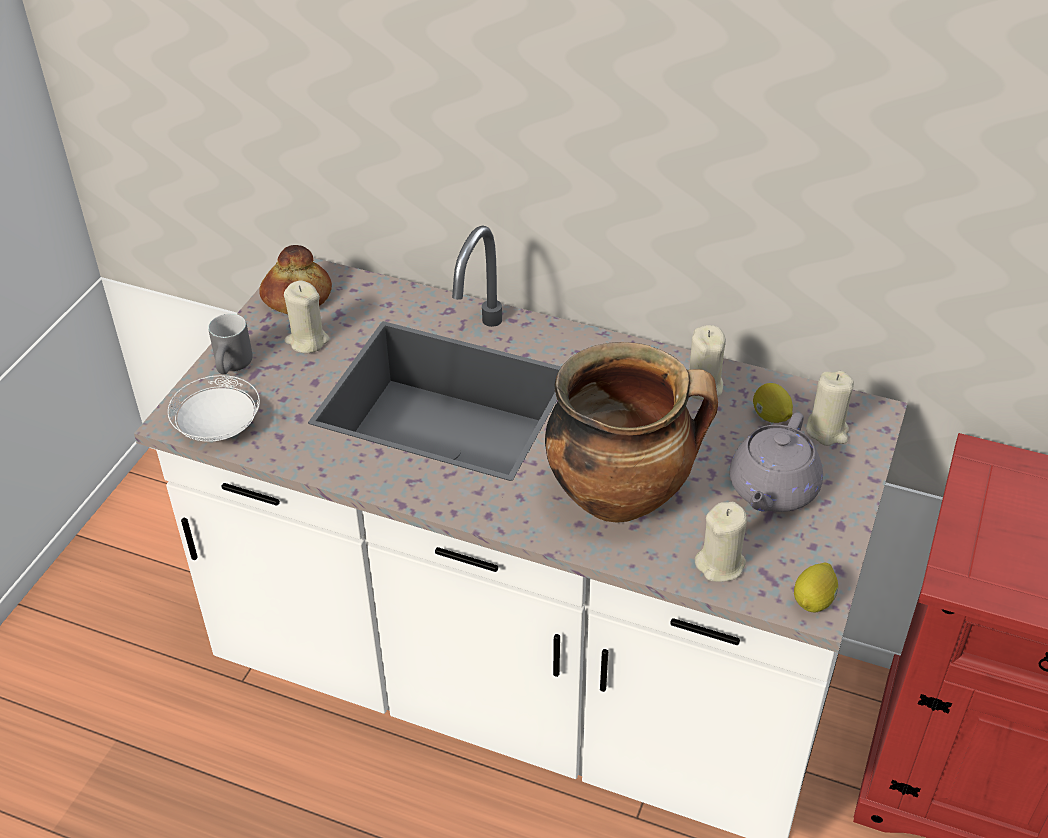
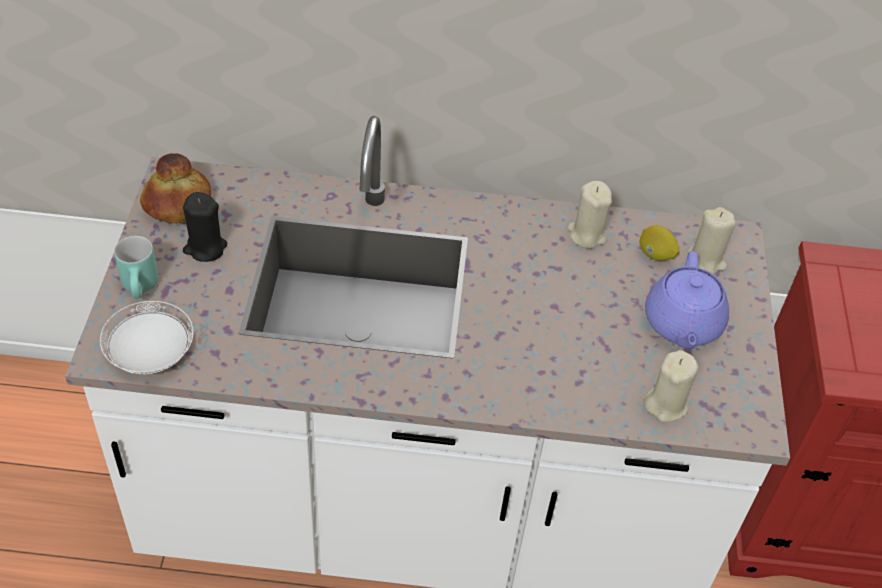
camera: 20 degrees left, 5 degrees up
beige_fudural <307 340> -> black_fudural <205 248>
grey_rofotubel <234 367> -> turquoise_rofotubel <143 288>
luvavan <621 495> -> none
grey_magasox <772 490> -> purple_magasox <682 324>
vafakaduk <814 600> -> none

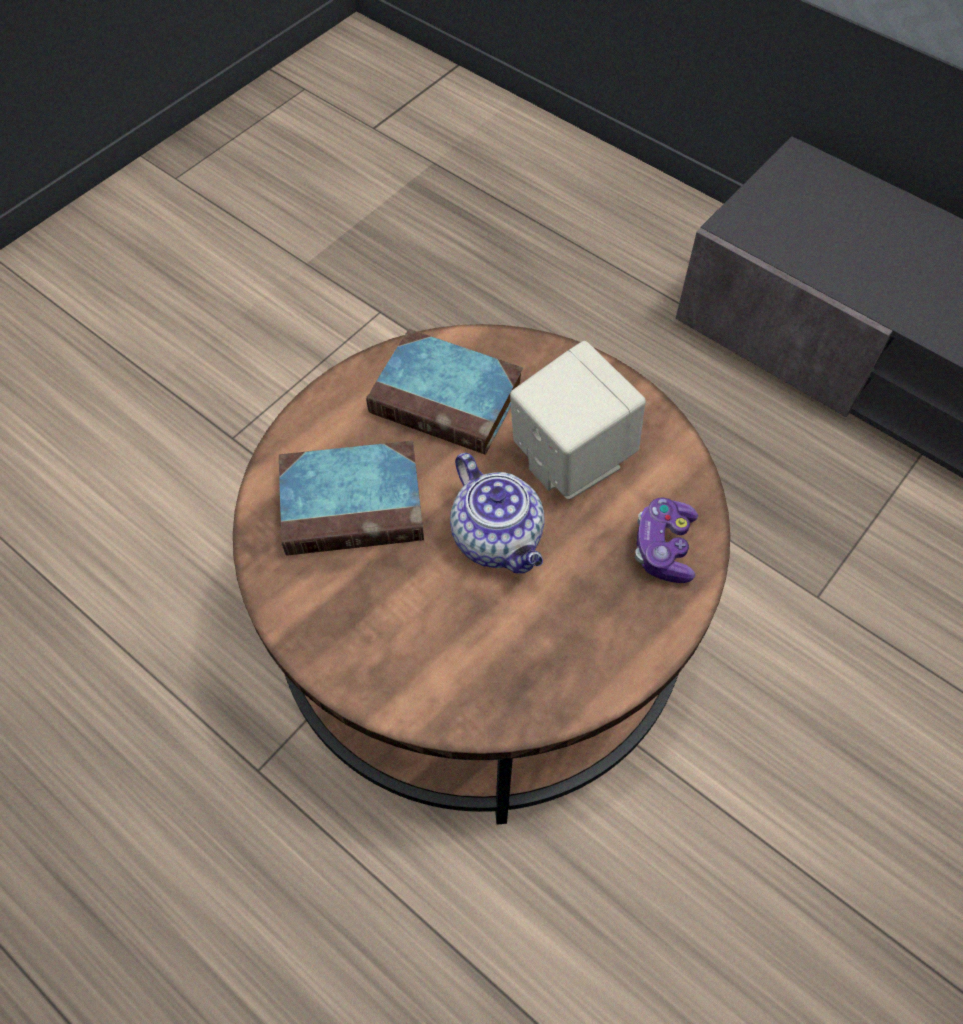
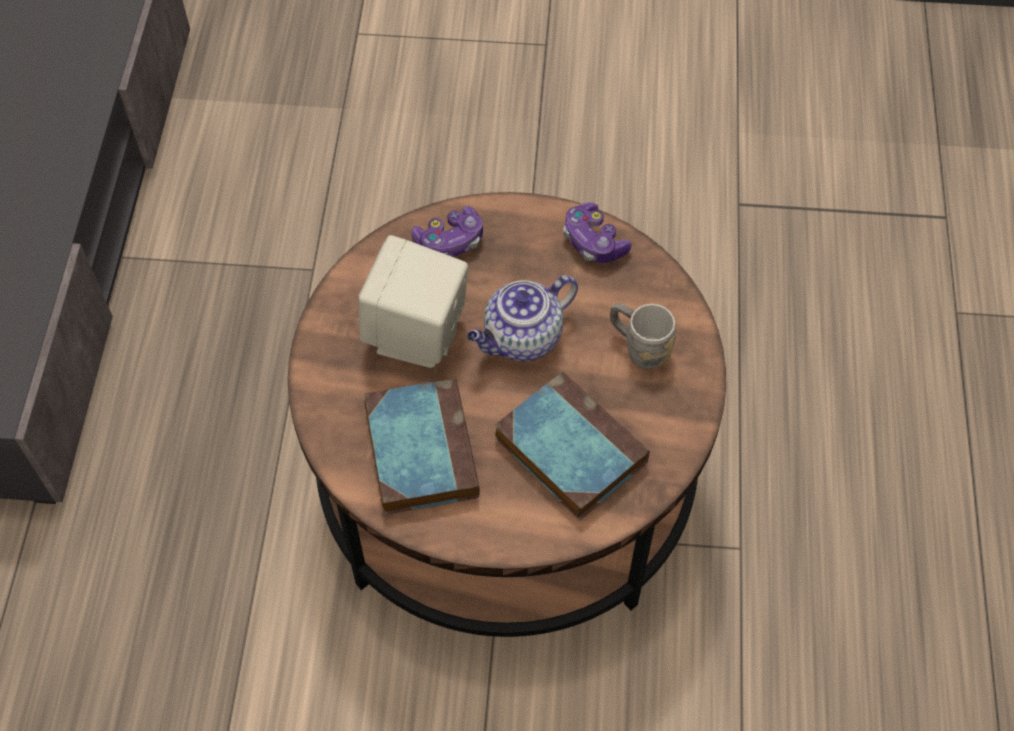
camera: 125 degrees left, 0 degrees up
magasox <499 539> -> magasox <522 339>, 150 degrees counterclockwise
none -> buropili <593 242>
none -> grey_rofotubel <639 347>

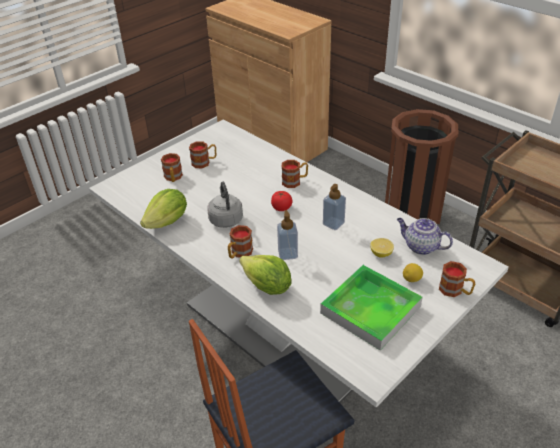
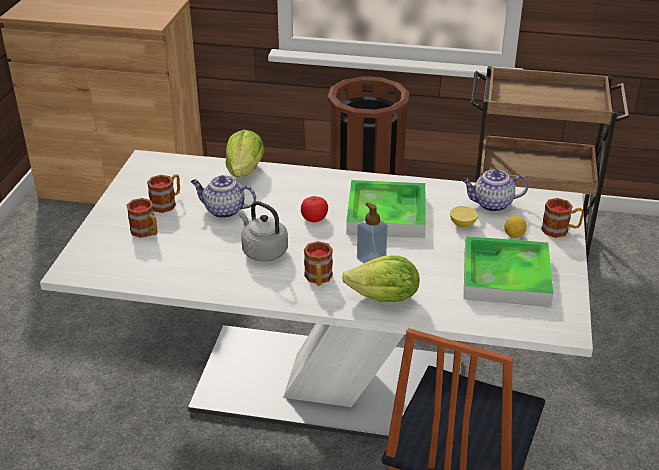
camera: 35 degrees left, 5 degrees down
rofotubel <295 181> -> none
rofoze <333 223> -> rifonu <386 214>
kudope <168 222> -> kudope <245 171>, move
none -> magasox <223 210>

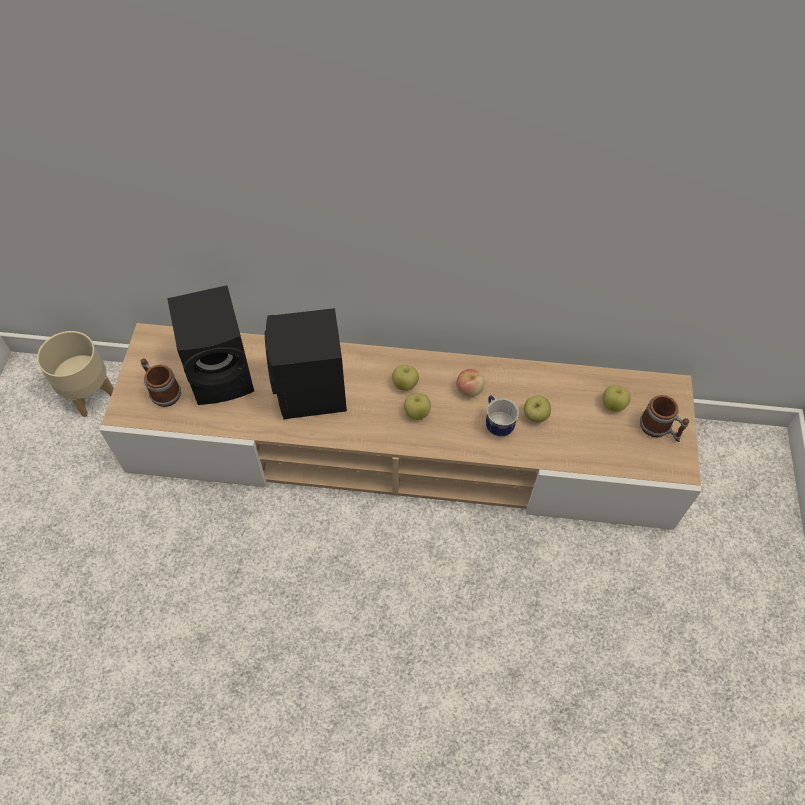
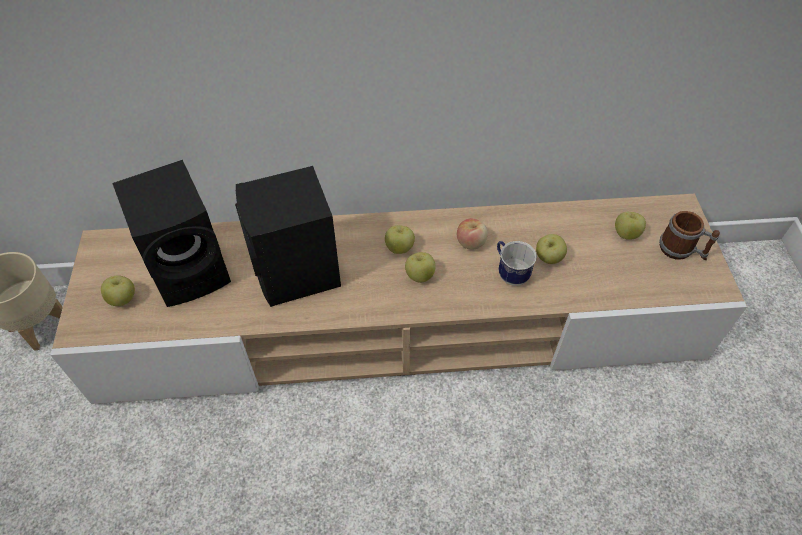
camera: 10 degrees left, 5 degrees down
rofotubel <162 391> -> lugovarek <123 299>

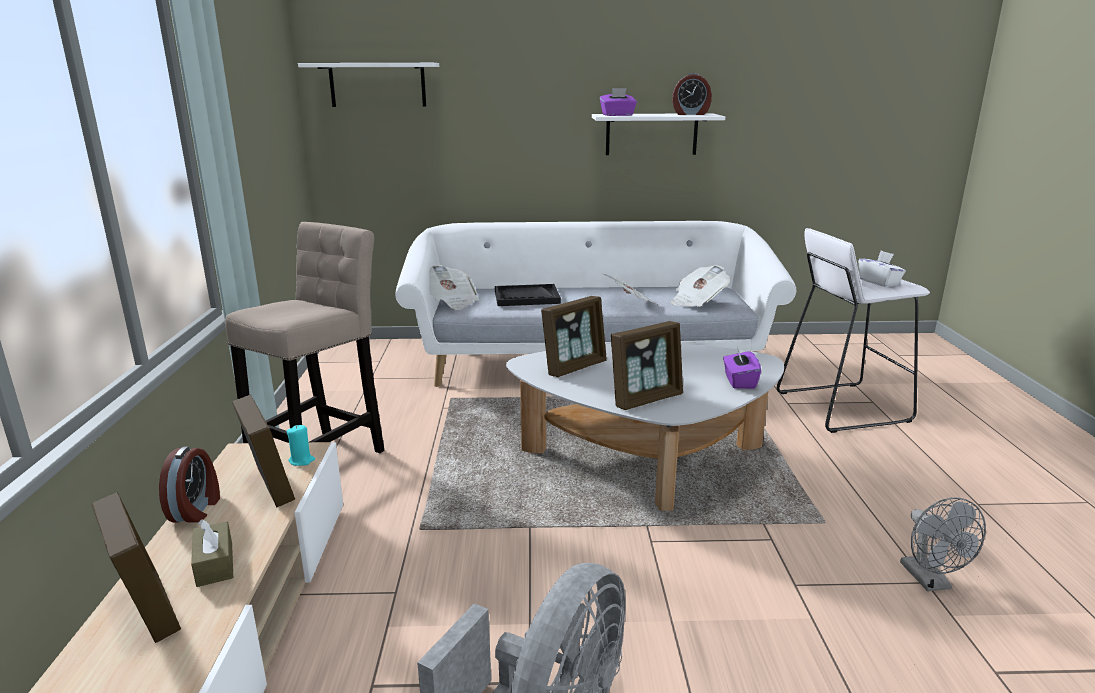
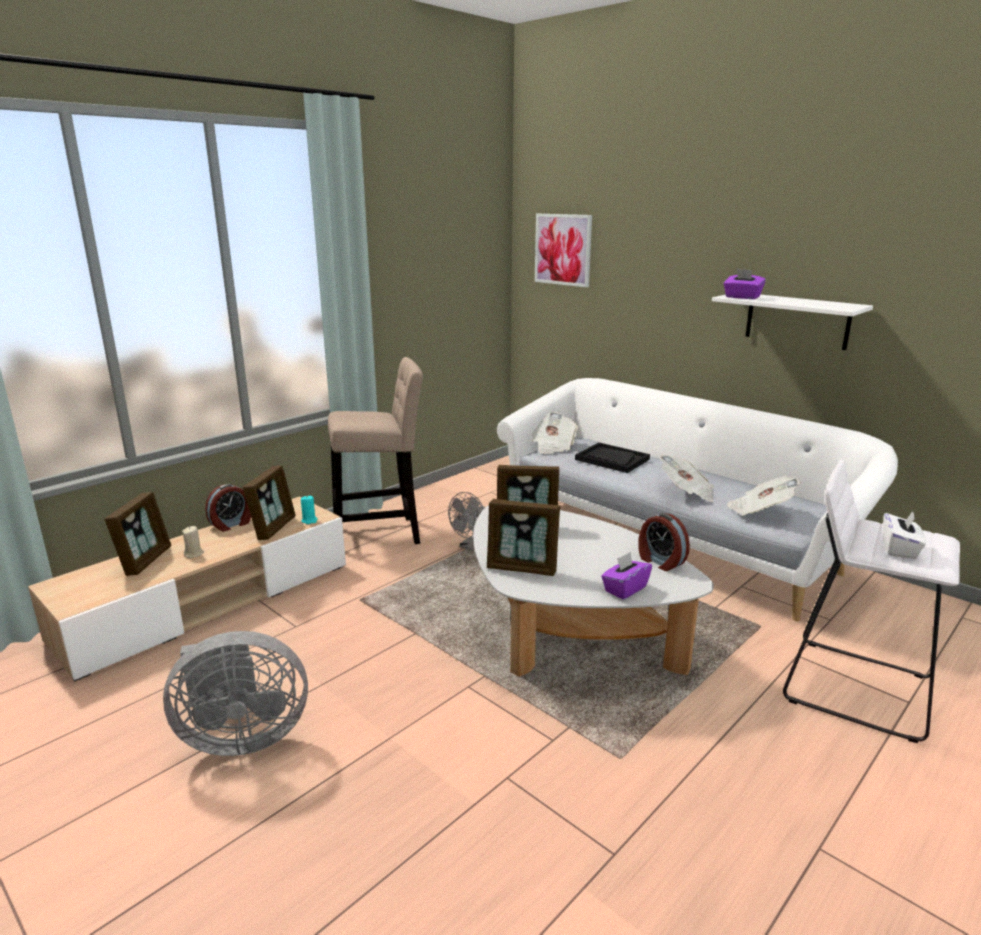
camera: 45 degrees right, 0 degrees up
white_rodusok <377 85> -> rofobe <563 249>
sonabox <690 114> -> sonabox <660 561>, move
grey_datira <930 581> -> grey_datira <470 546>, move
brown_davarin <215 564> -> beige_fudural <194 554>

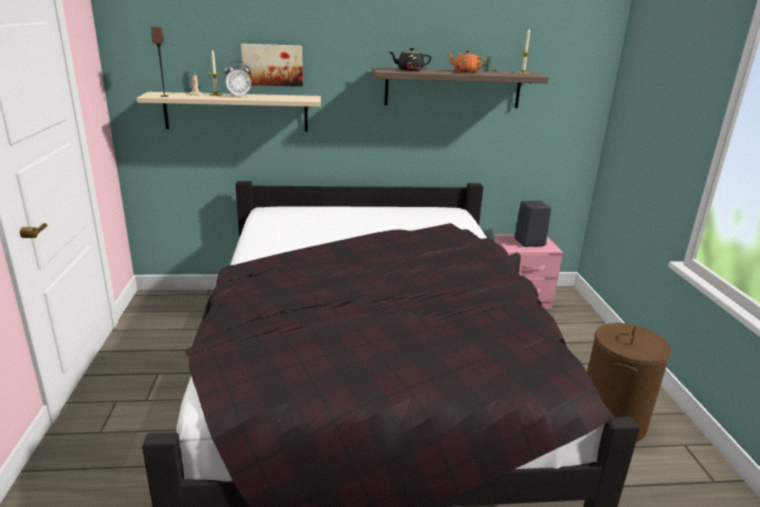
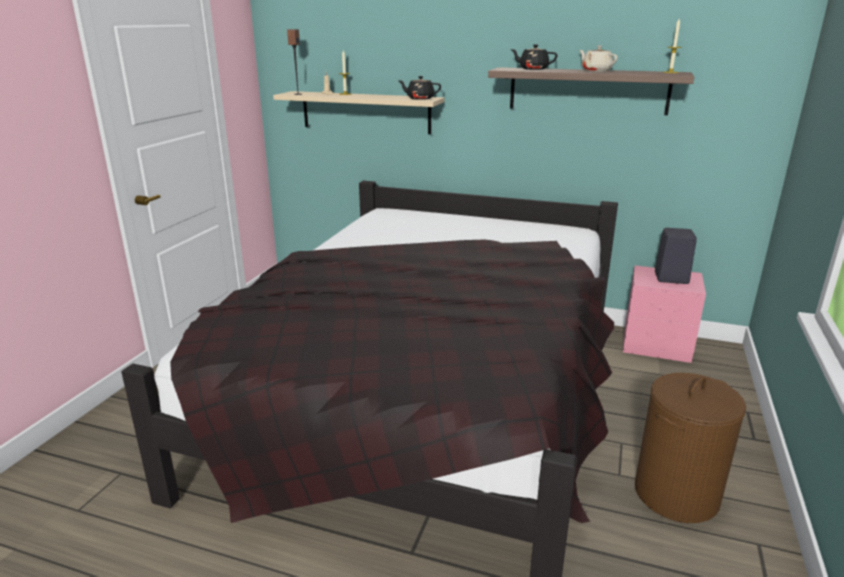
camera: 25 degrees right, 0 degrees up
rofobe <272 65> -> none
orange_magasox <465 72> -> beige_magasox <596 71>
sonabox <239 96> -> none
none -> black_magasox <419 98>

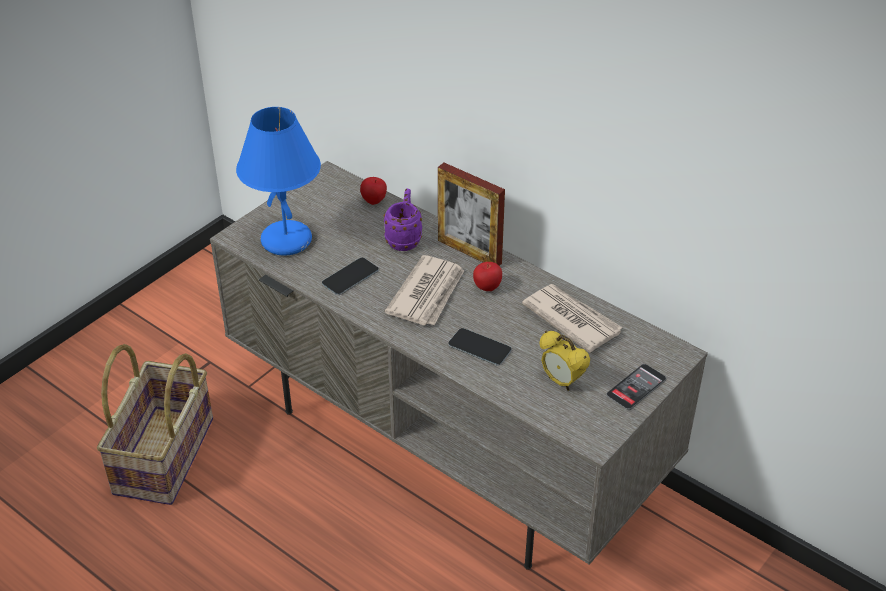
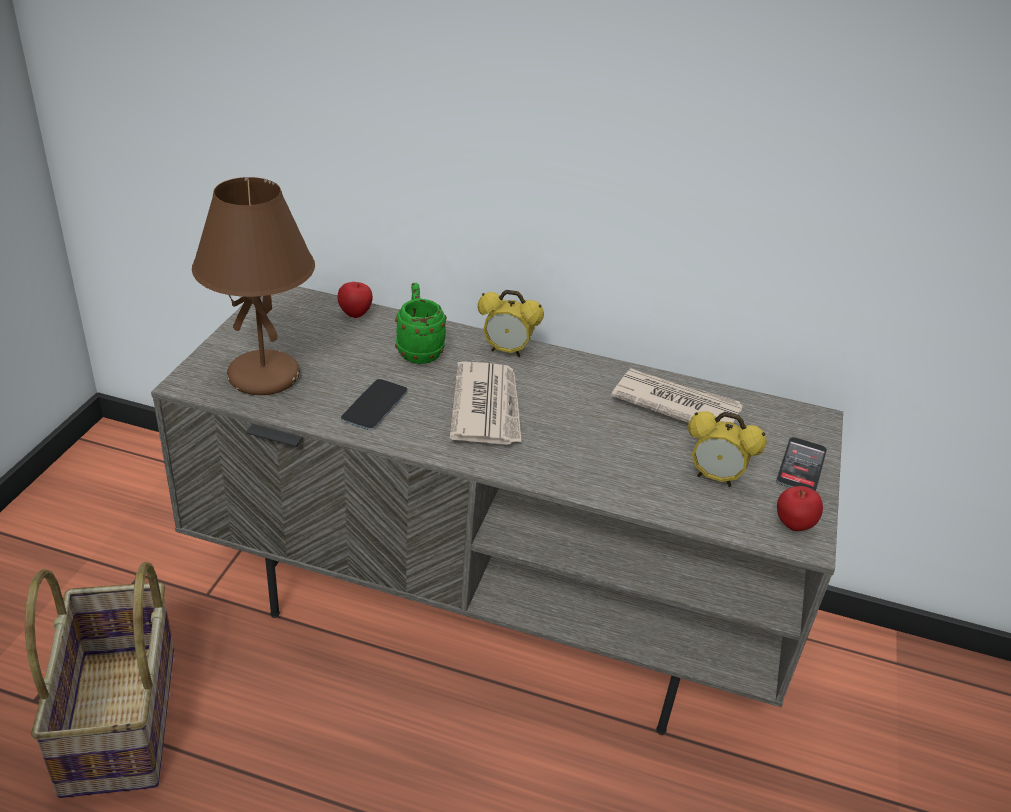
camera: 25 degrees left, 5 degrees down
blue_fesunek <287 240> -> brown_fesunek <265 376>
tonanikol <469 252> -> sonabox <507 351>
purple_rofotubel <404 238> -> green_rofotubel <418 349>
lugovarek <487 288> -> lugovarek <793 526>, move
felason <479 347> -> none

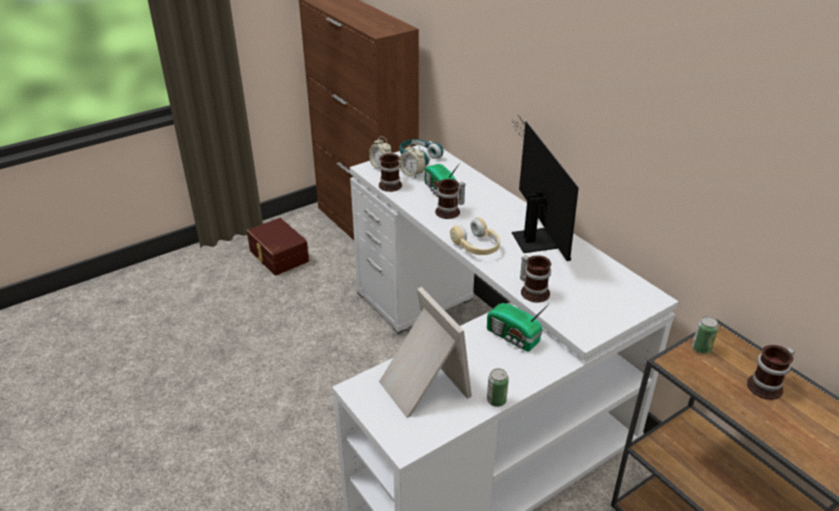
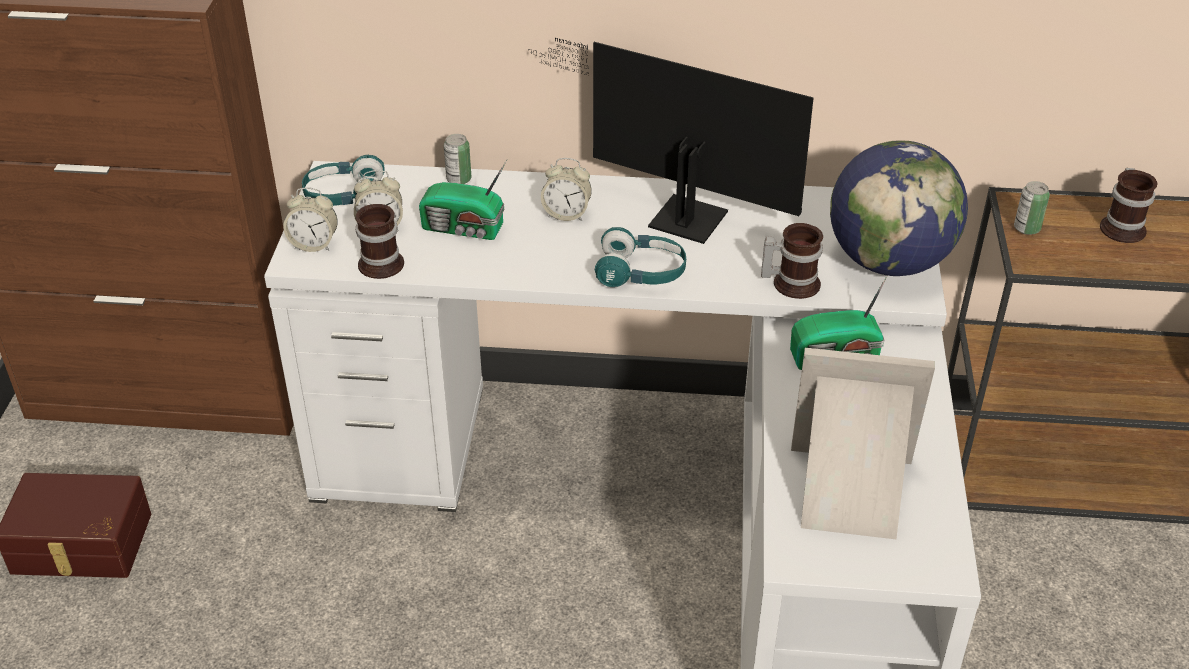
camera: 50 degrees left, 5 degrees up
rofotubel <450 212> -> none
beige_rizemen <476 247> -> turquoise_rizemen <641 273>
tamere <496 400> -> tamere <459 179>, move
none -> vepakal <889 261>
none -> sonabox <566 214>

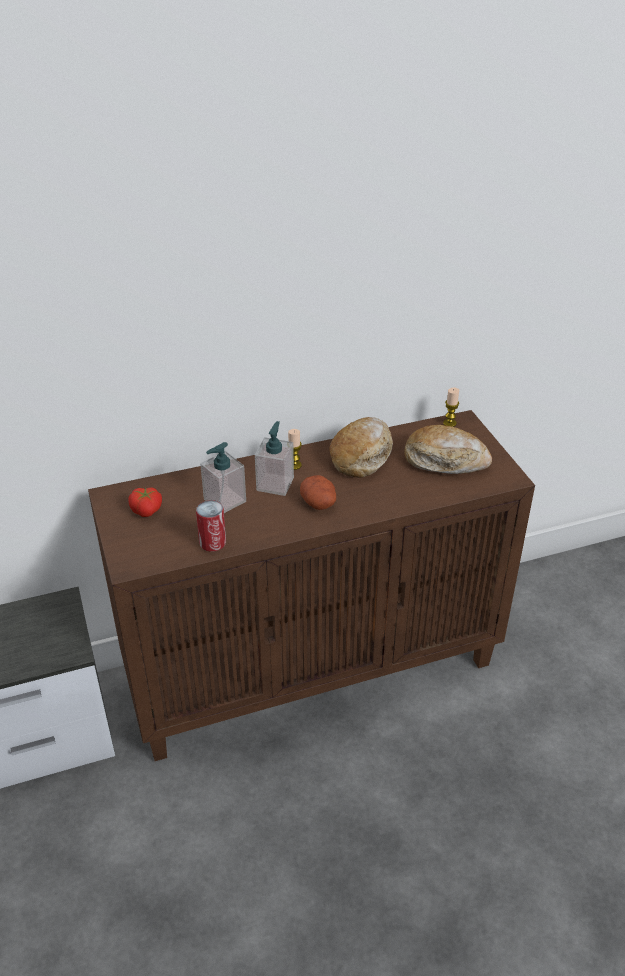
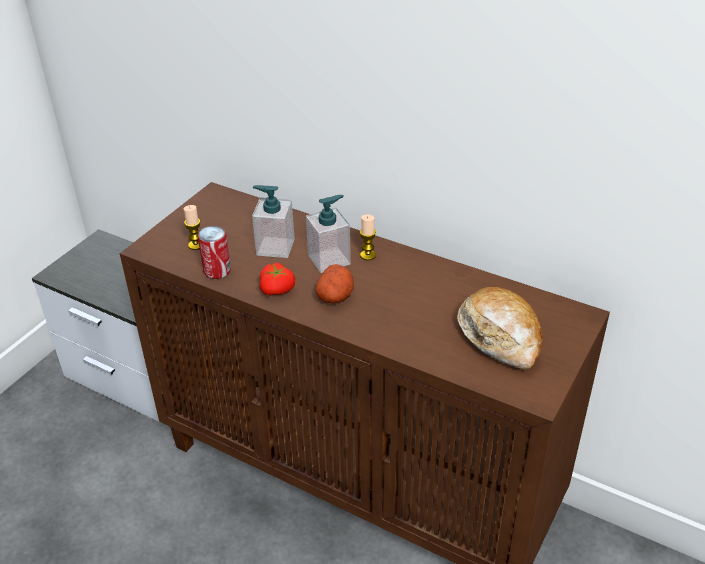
camera: 50 degrees right, 0 degrees up
fudural <449 423> -> fudural <196 245>, move
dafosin <362 455> -> none
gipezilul <147 510> -> gipezilul <278 289>, move

